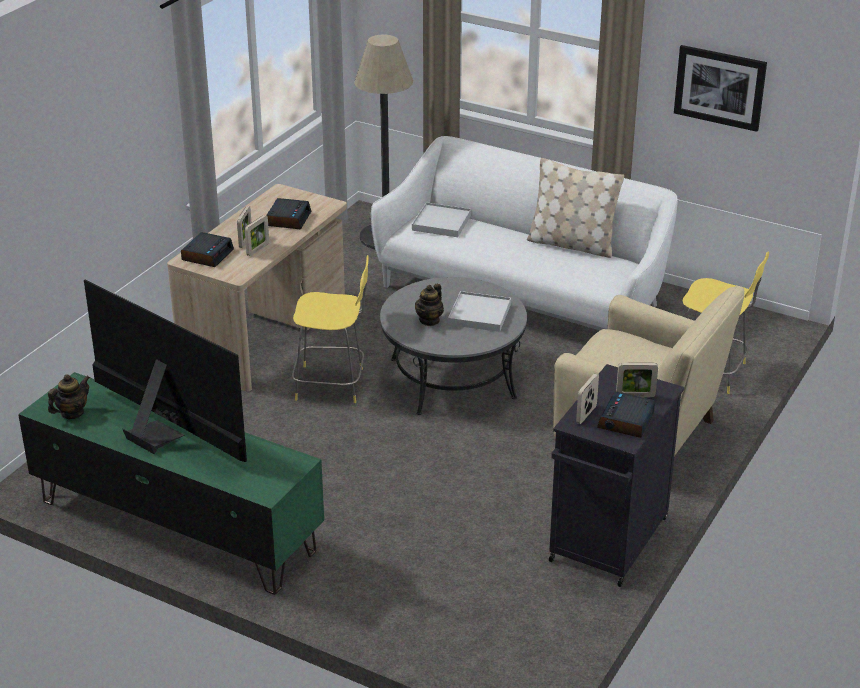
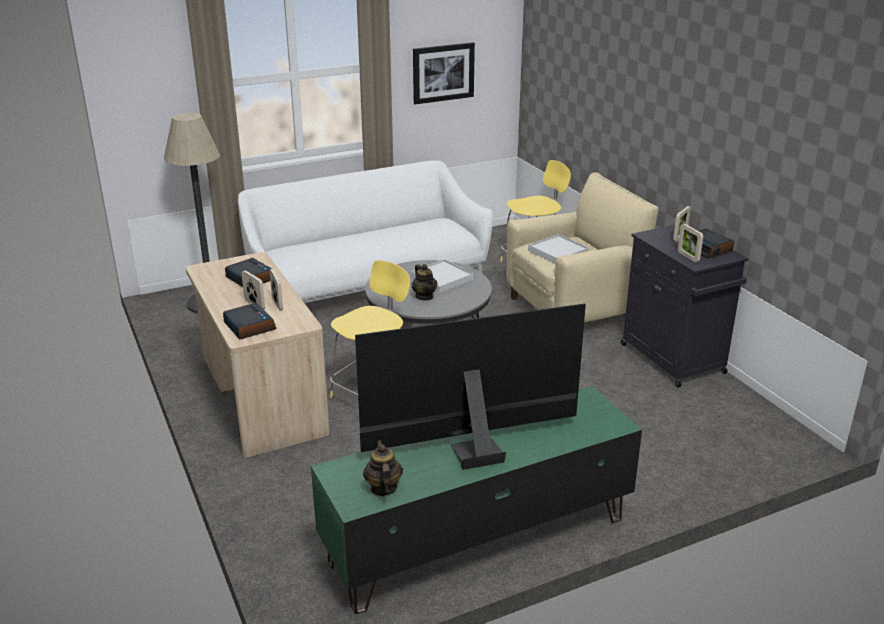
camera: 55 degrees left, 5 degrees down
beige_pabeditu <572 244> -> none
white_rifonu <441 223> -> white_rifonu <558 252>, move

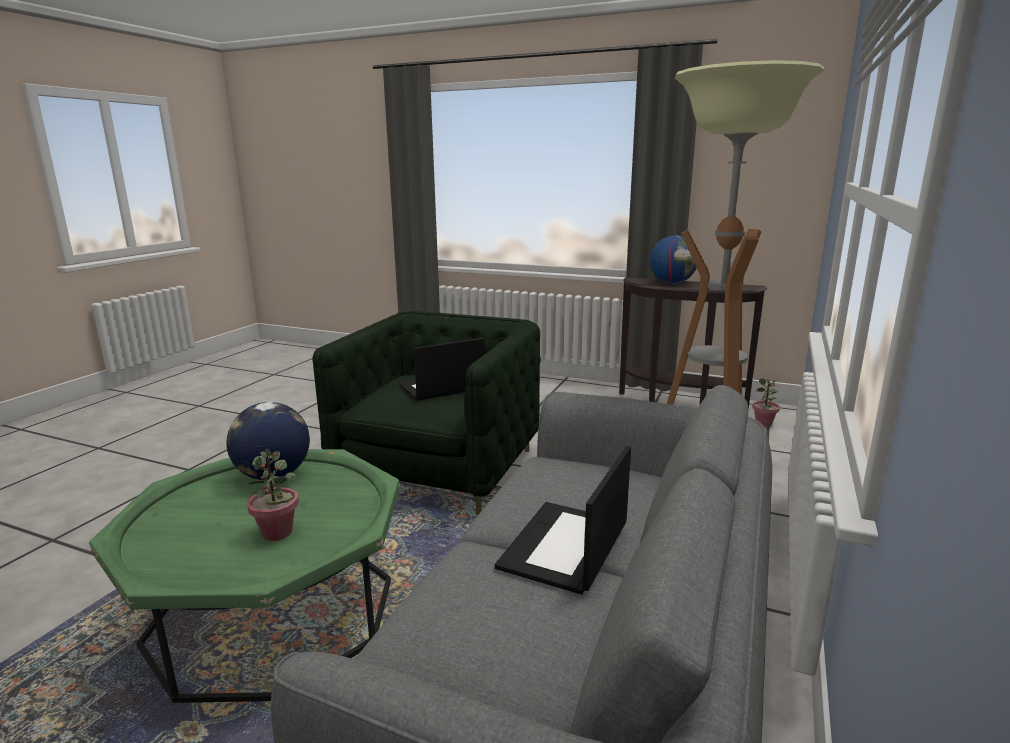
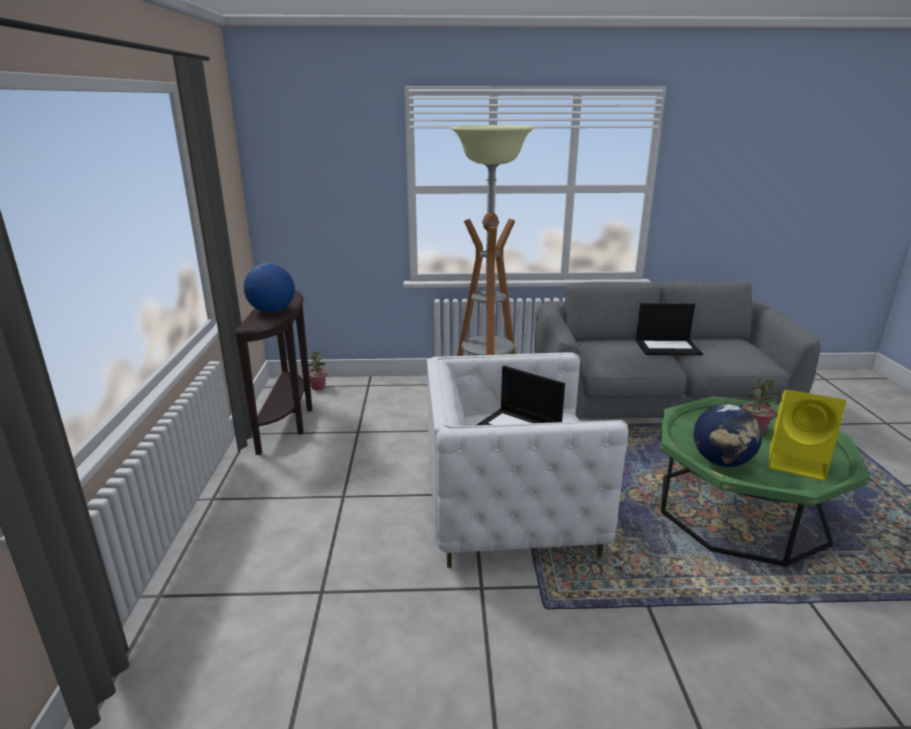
camera: 115 degrees left, 5 degrees up
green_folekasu <440 468> -> white_folekasu <511 512>
none -> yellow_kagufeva <798 462>

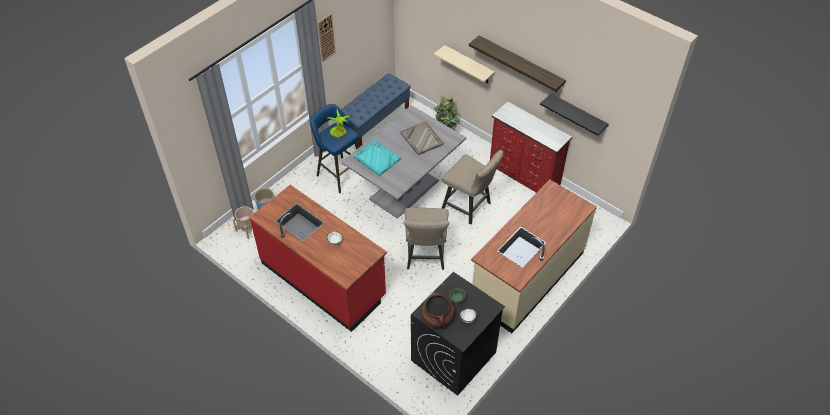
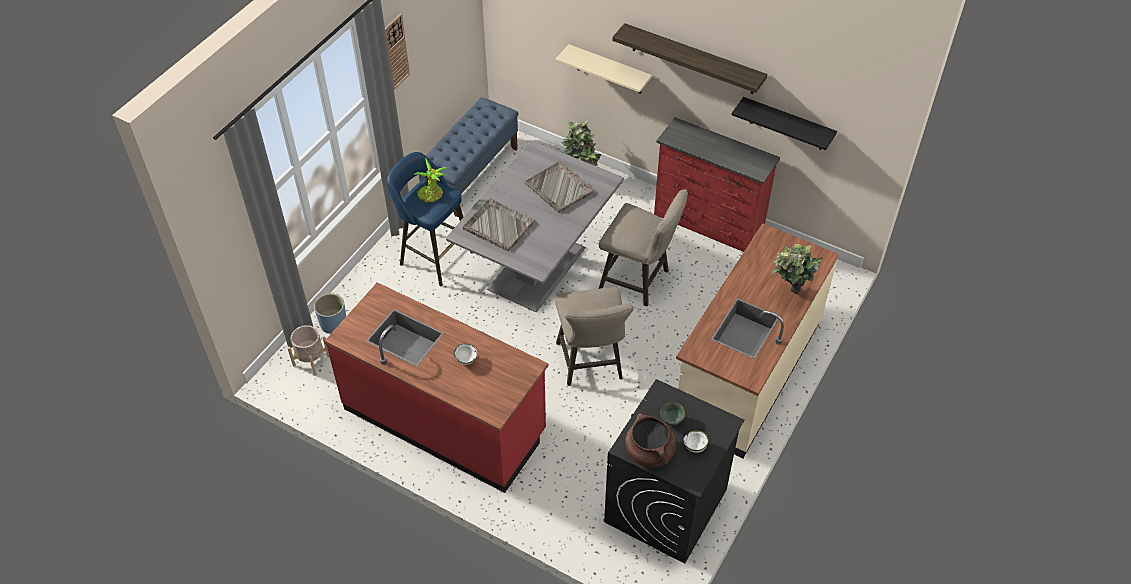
camera: 10 degrees left, 0 degrees up
turquoise_rifonu <376 158> -> grey_rifonu <498 225>
none -> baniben <787 298>

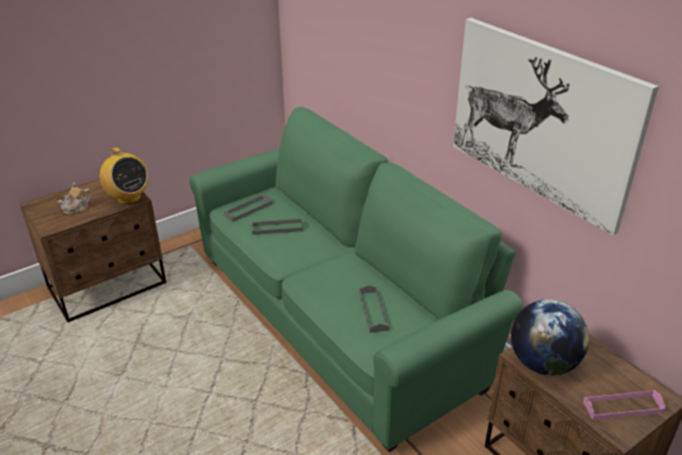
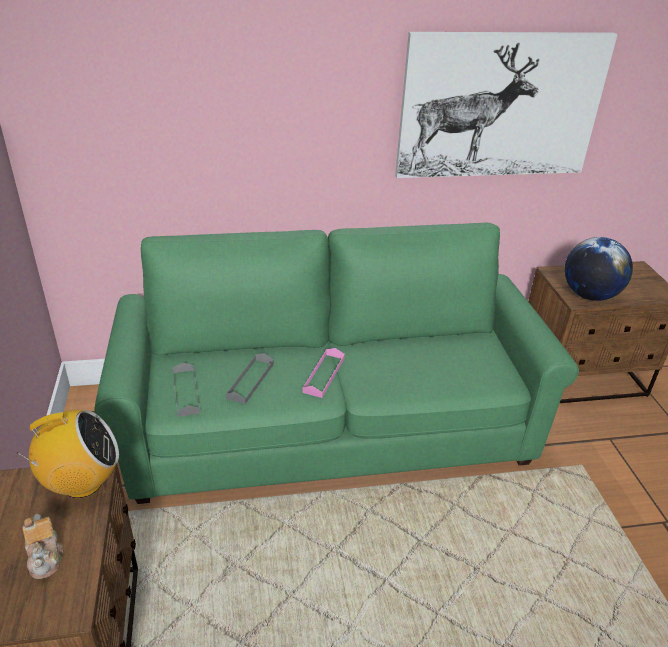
camera: 65 degrees left, 0 degrees up
grey_rifonu <373 311> -> none
pink_rifonu <623 407> -> pink_rifonu <324 375>, move

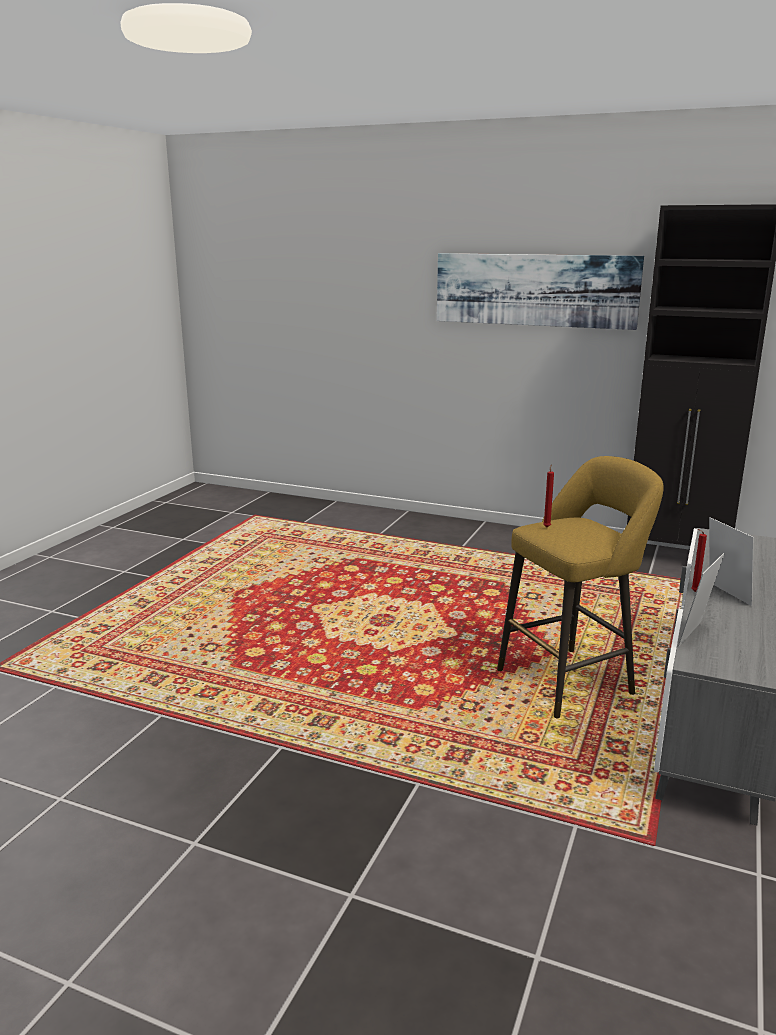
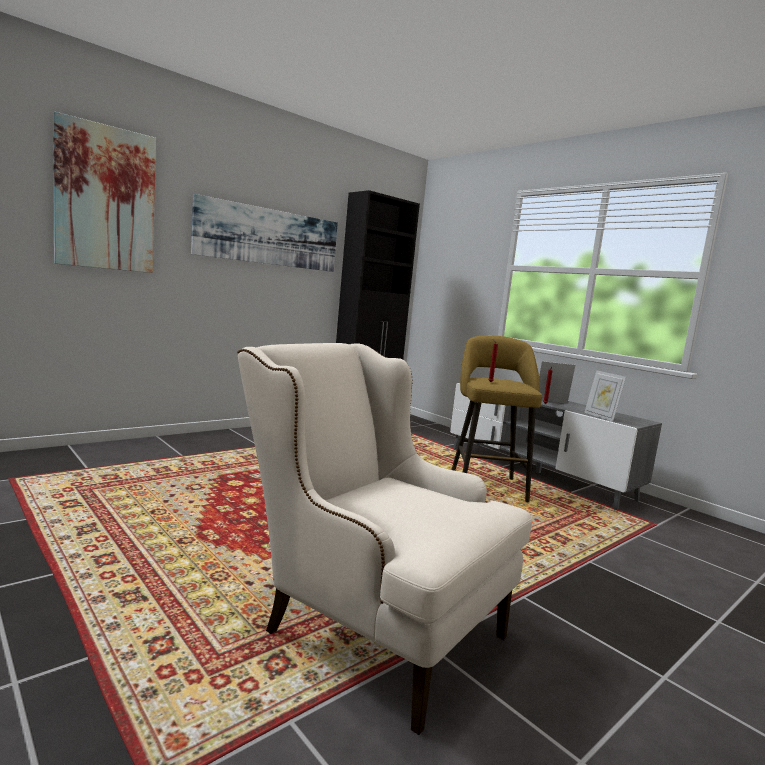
camera: 65 degrees left, 10 degrees down
none -> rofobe <106 198>
none -> beige_folekasu <368 622>

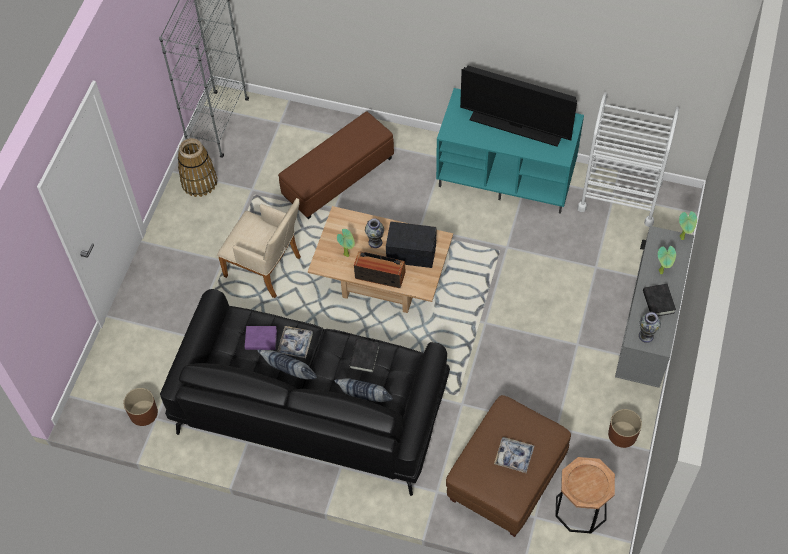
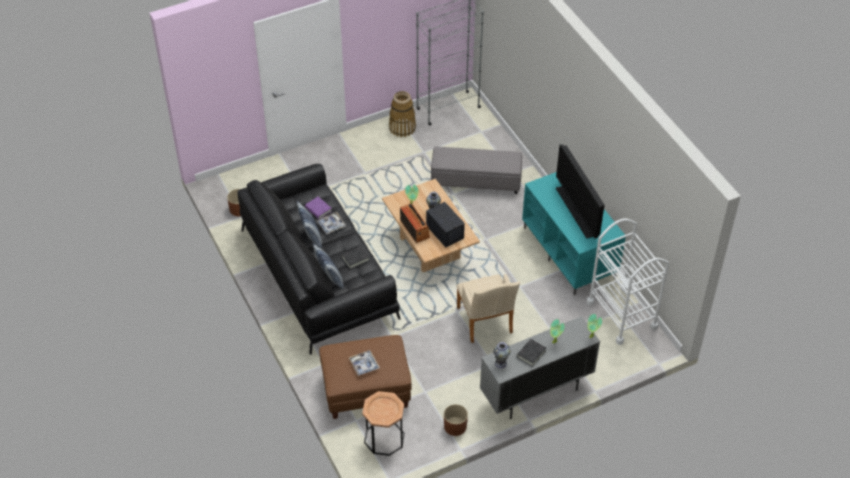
camera: 45 degrees right, 10 degrees down
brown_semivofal <338 178> -> grey_semivofal <475 181>
beige_folekasu <267 269> -> beige_folekasu <485 323>, move

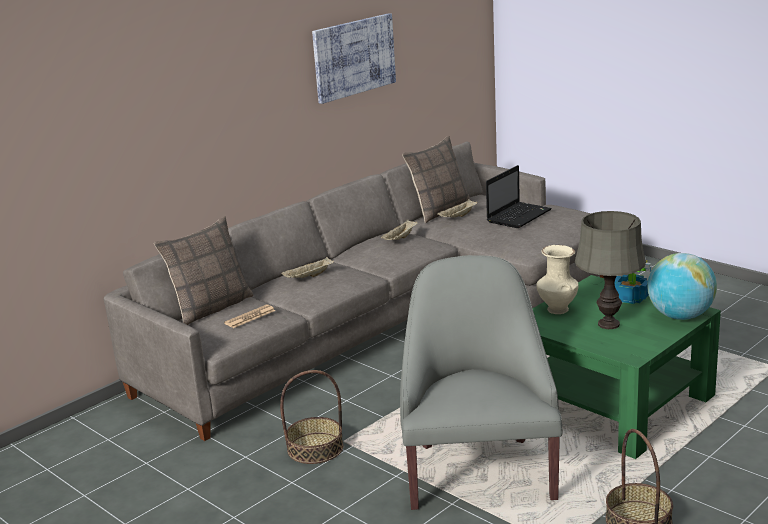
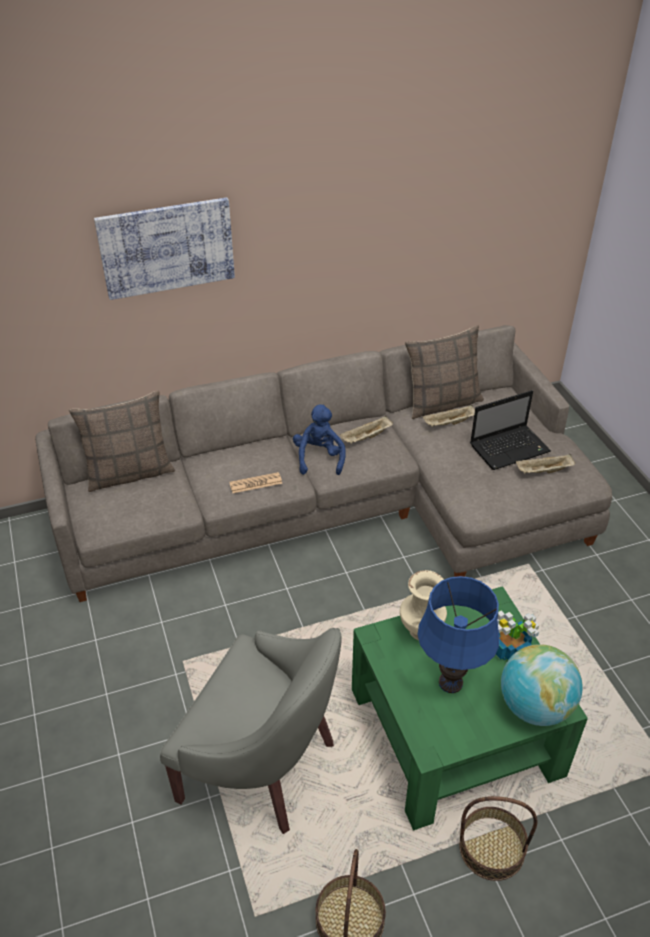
camera: 25 degrees right, 20 degrees up
rofobe <353 57> -> rofobe <167 247>, move
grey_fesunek <608 324> -> blue_fesunek <450 682>
grey_folekasu <478 471> -> grey_folekasu <263 765>, 90 degrees clockwise
beige_rifonu <308 277> -> beige_rifonu <543 471>, move
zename <250 317> -> zename <256 483>, move
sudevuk <315 448> -> sudevuk <492 848>, move
none -> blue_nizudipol <319 458>

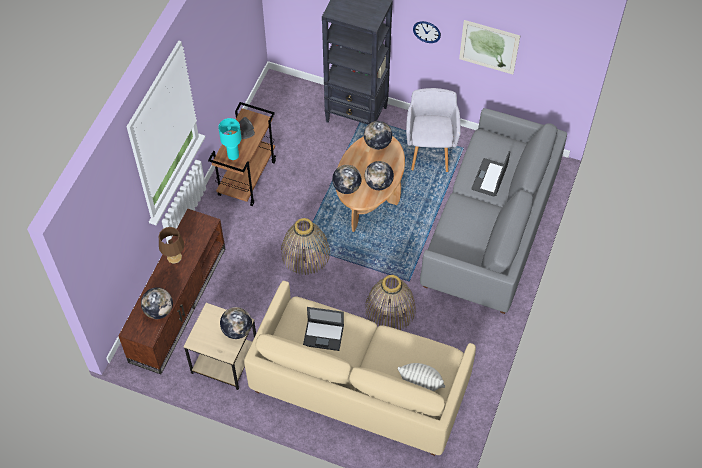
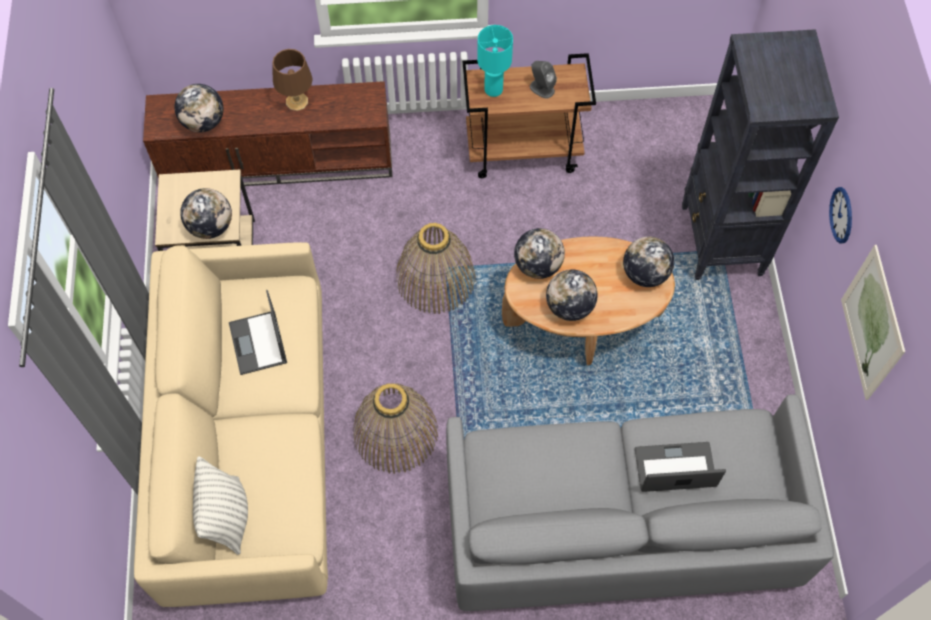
camera: 65 degrees right, 5 degrees up
grey_folekasu <430 151> -> none

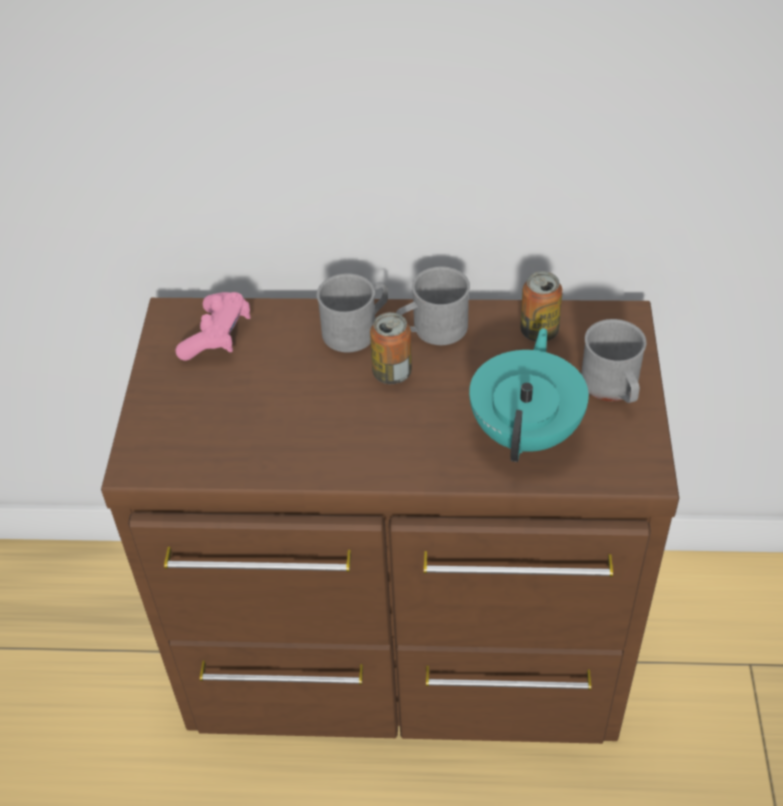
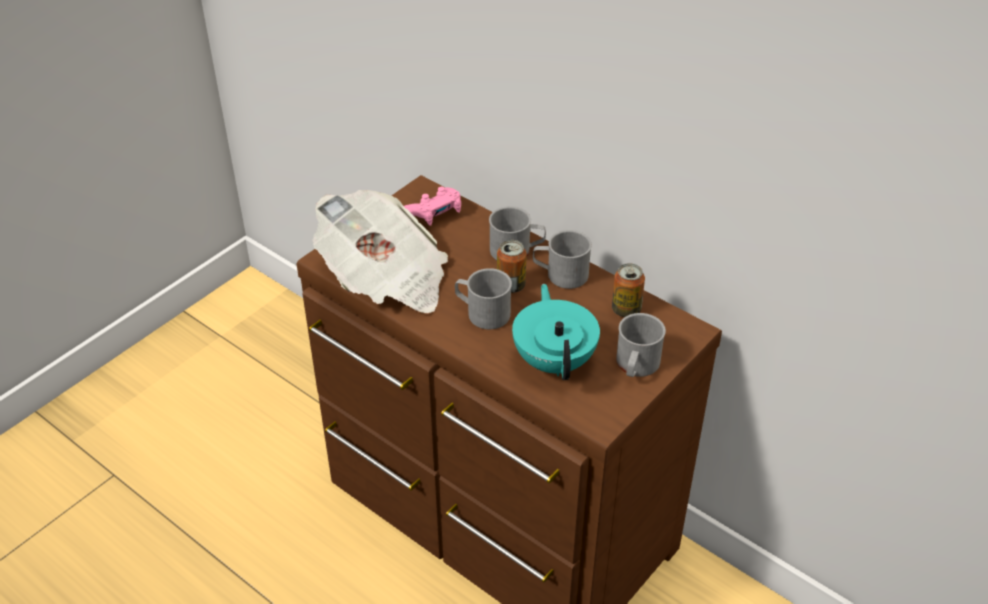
camera: 35 degrees right, 5 degrees down
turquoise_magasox <527 431> -> turquoise_magasox <555 360>, 60 degrees counterclockwise
none -> zename <385 279>
none -> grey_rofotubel <482 312>

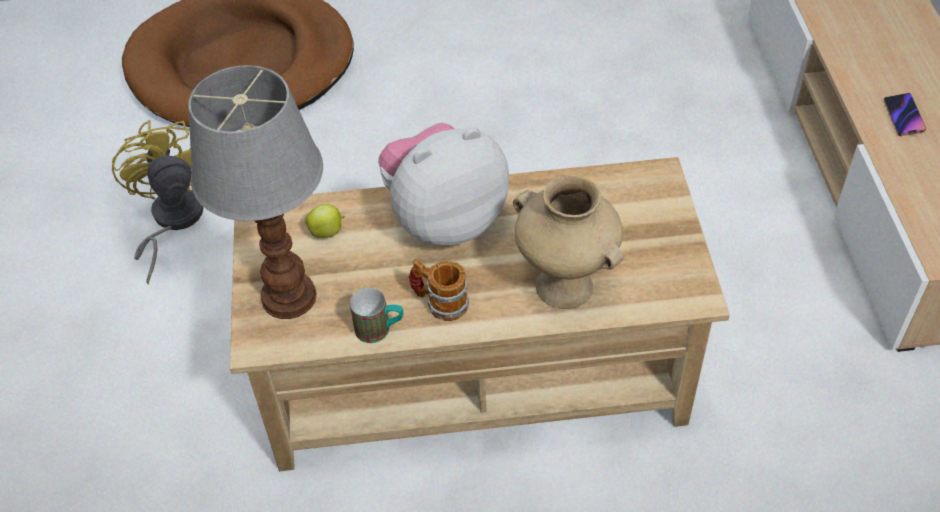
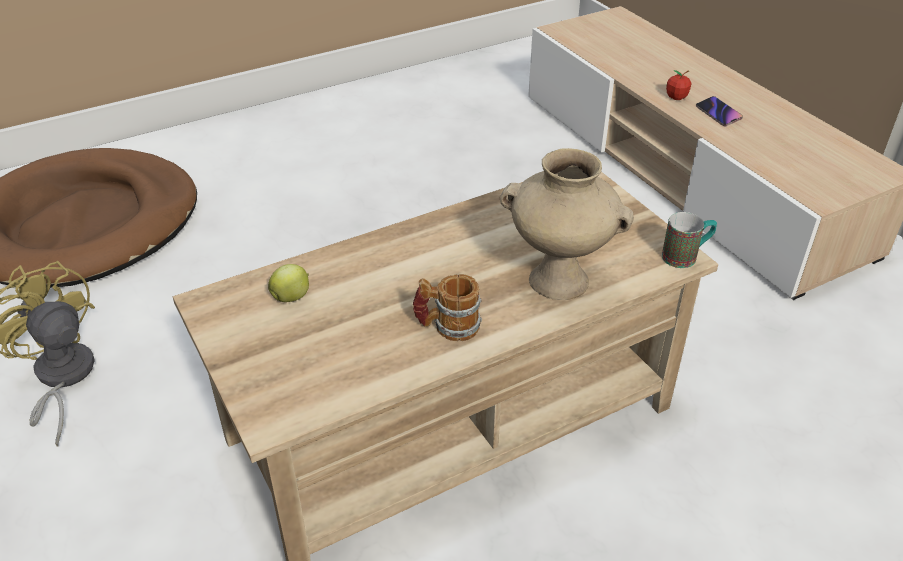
camera: 25 degrees left, 10 degrees down
fesunek <287 298> -> none
nizudipol <444 219> -> none
rofotubel <380 330> -> rofotubel <686 256>, move
none -> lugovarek <676 97>

